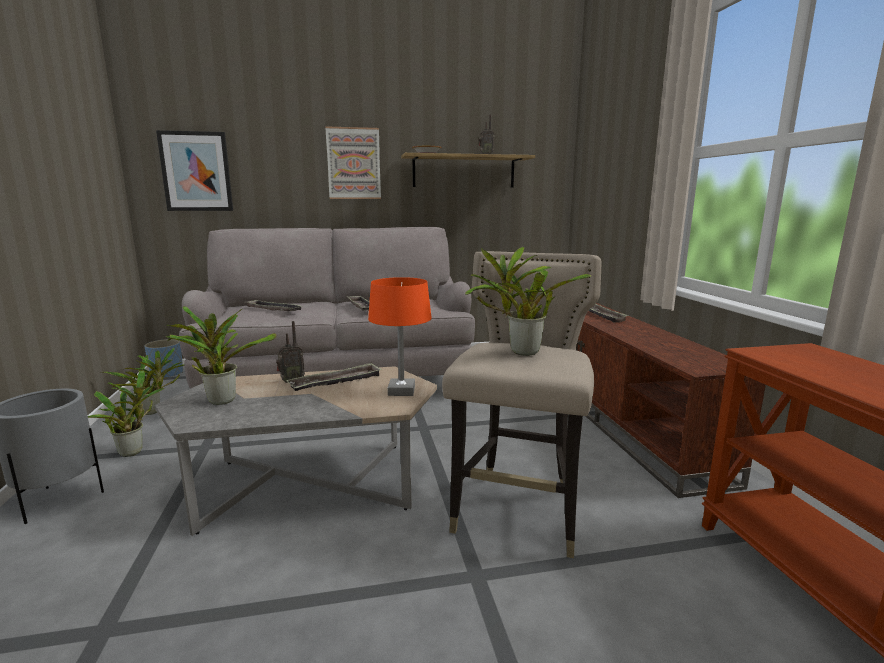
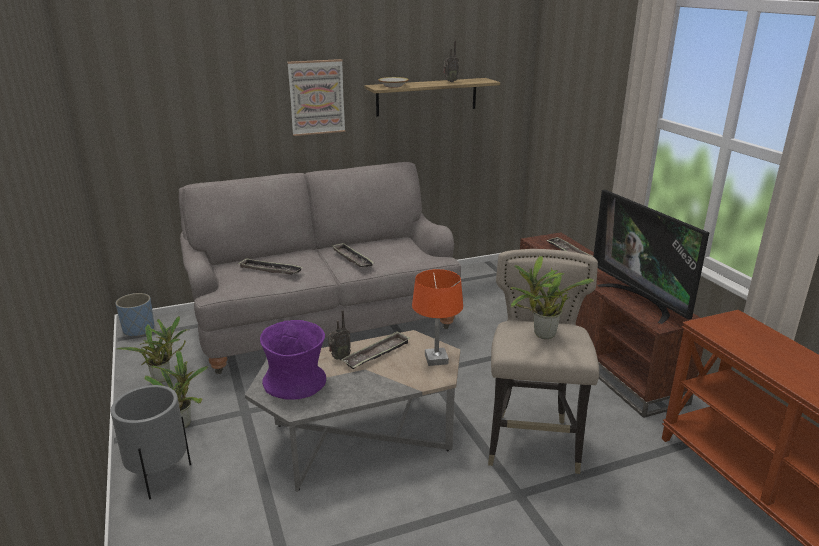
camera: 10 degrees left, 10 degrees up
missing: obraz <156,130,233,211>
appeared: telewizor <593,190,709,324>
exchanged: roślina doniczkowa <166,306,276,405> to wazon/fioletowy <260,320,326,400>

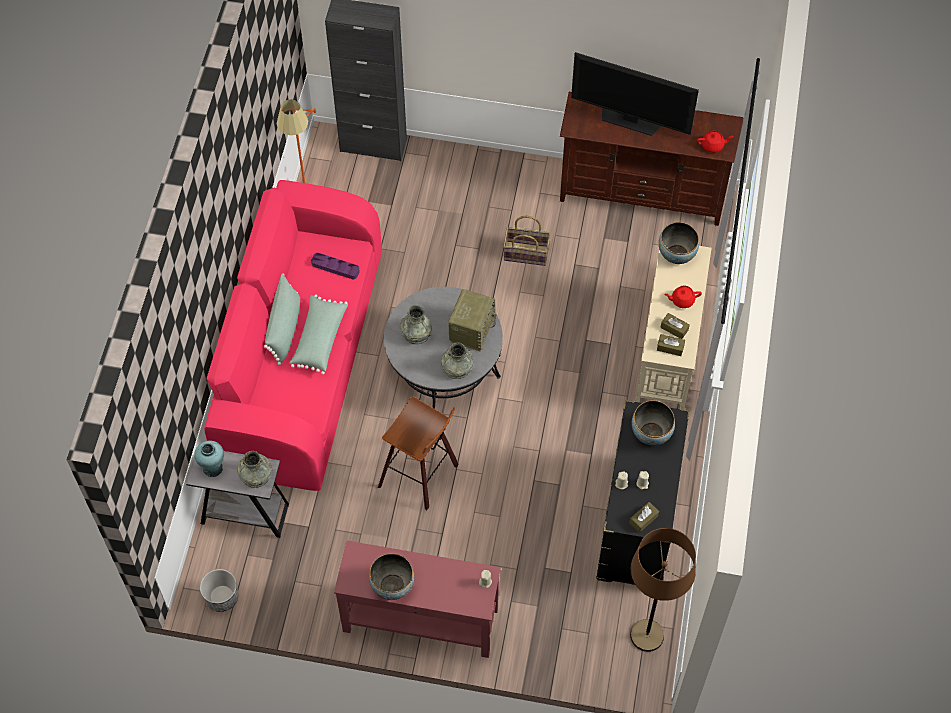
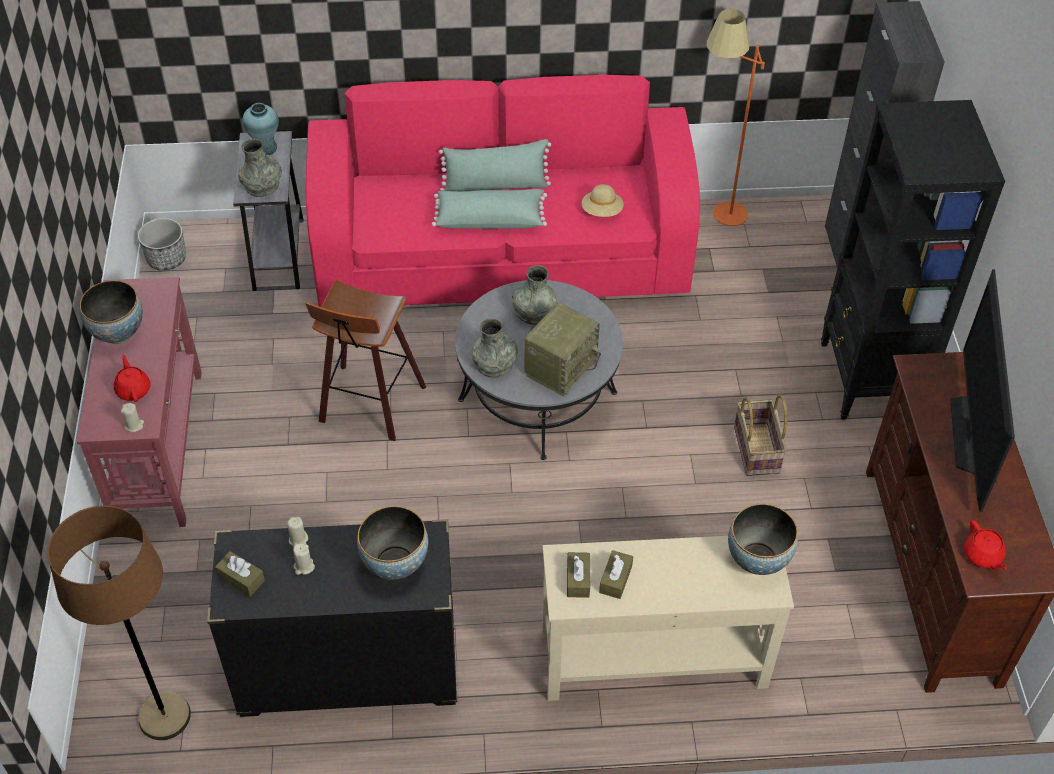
camera: 75 degrees right, 10 degrees down
appeared: regał/czarny <821,100,1005,420>
relocated: imbryk/czerwony <664,286,702,308> to <114,355,150,402>
exchanged: taca/fioletowy <311,253,360,279> to kapelusz/beżowy <582,184,624,217>
spun: radio <448,289,497,351> = <525,303,601,397> 60 degrees counterclockwise

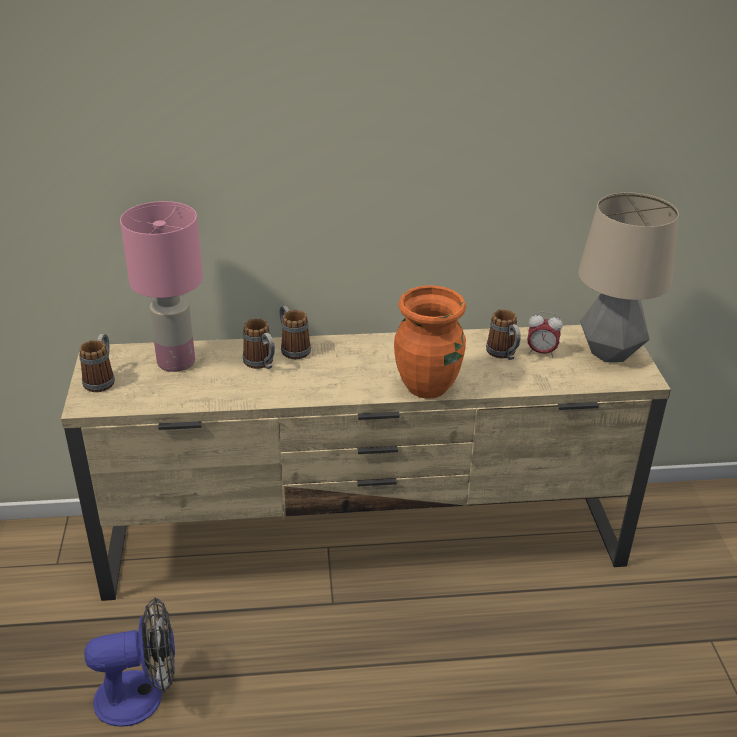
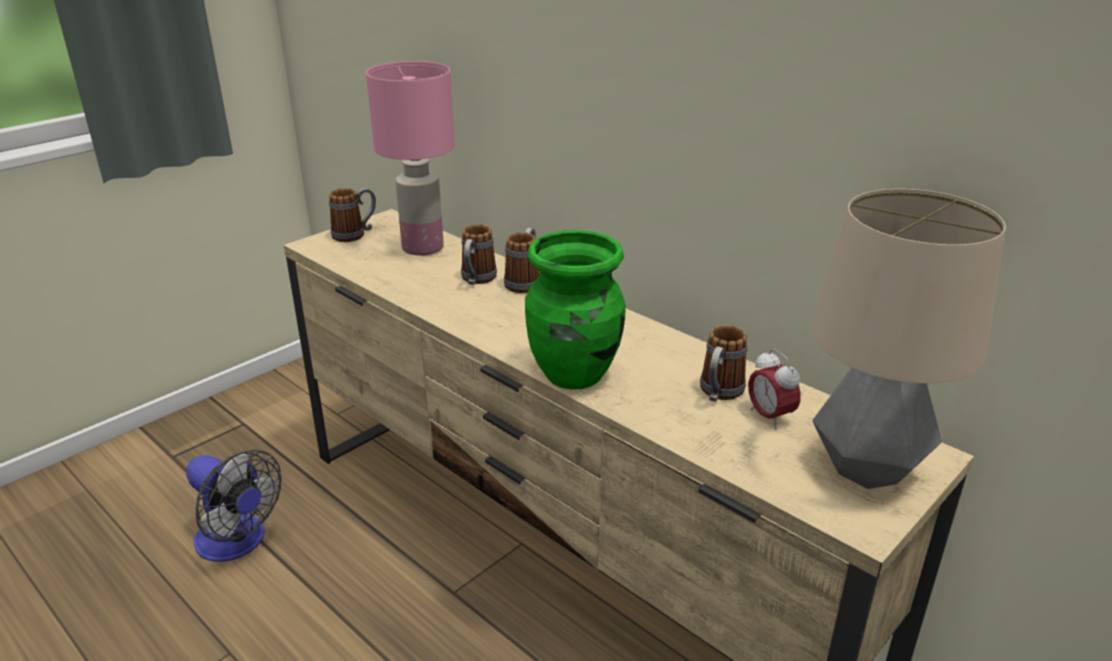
camera: 50 degrees right, 5 degrees down
colour: wazon/pomarańczowy <394,285,466,399> to wazon/zielony <525,230,626,390>

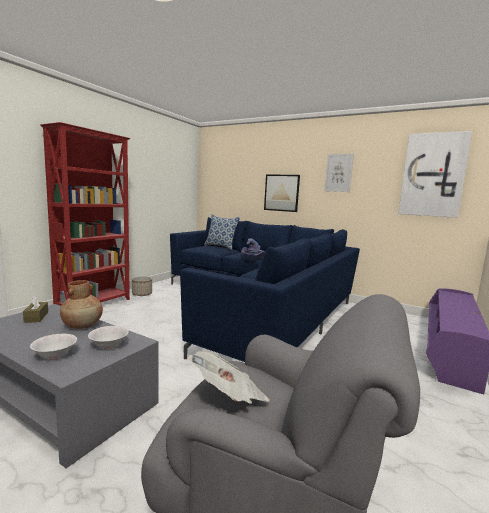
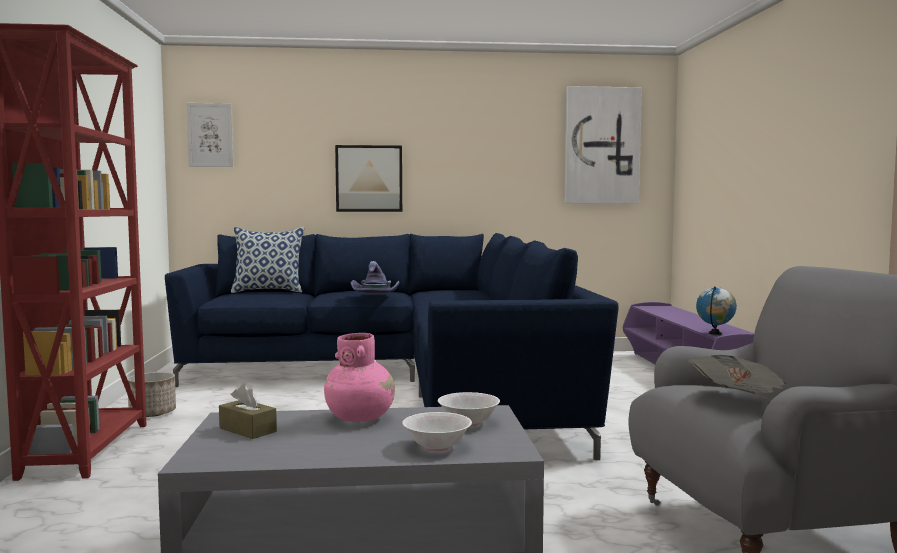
camera: 35 degrees left, 5 degrees down
appeared: globus <696,286,737,335>
relocated: obraz <324,154,354,192> to <186,103,234,167>
colour: wazon/brązowy <60,280,103,329> to wazon/różowy <324,333,395,422>

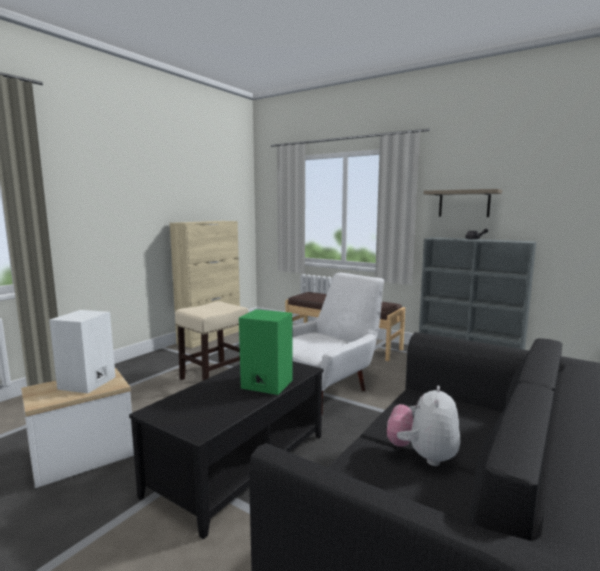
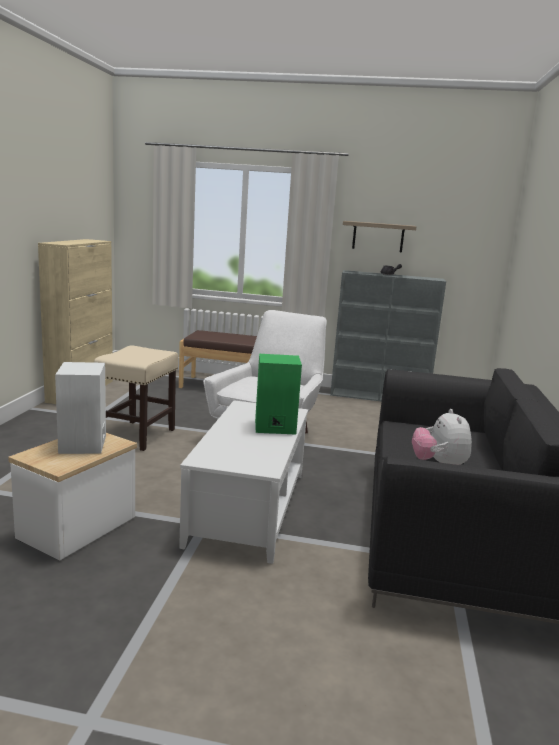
camera: 25 degrees left, 5 degrees up
colour: ława/czarny <129,361,324,539> to ława/biały <179,400,308,564>

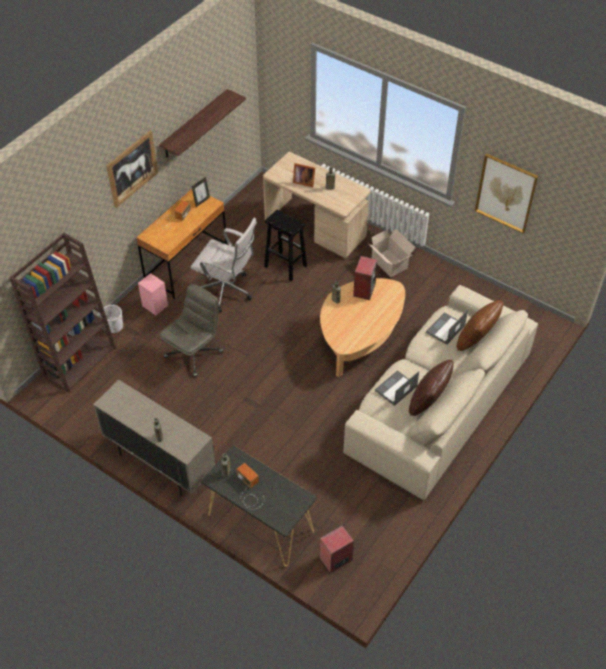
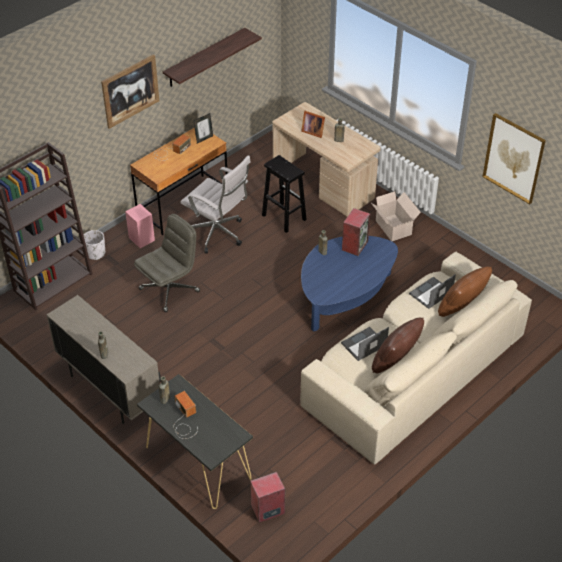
camera: 10 degrees right, 5 degrees down
colour: ława/beżowy <320,278,405,377> to ława/niebieski <301,236,398,332>

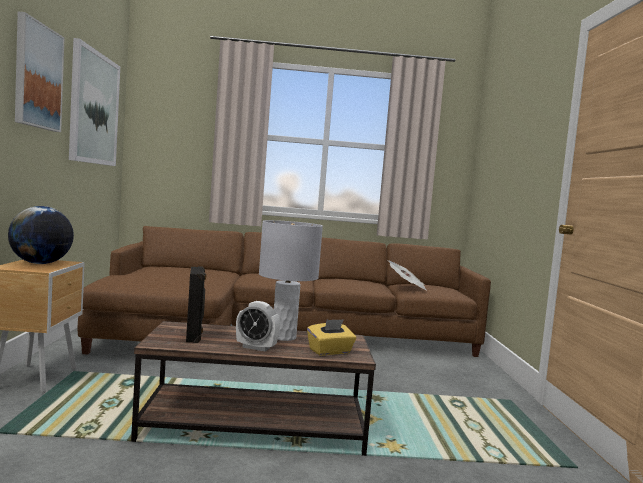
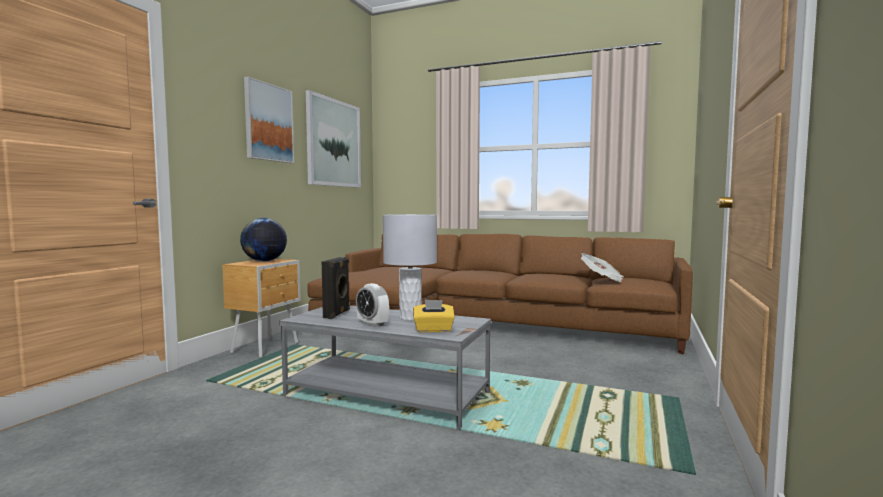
camera: 25 degrees right, 0 degrees up
colour: ława/brązowy <131,321,376,456> to ława/szary <279,306,491,430>

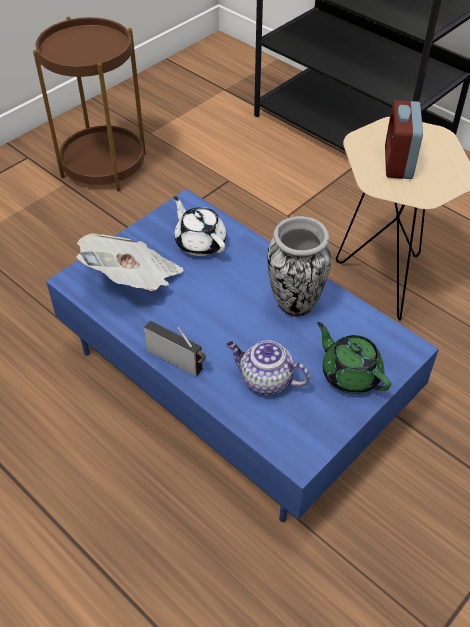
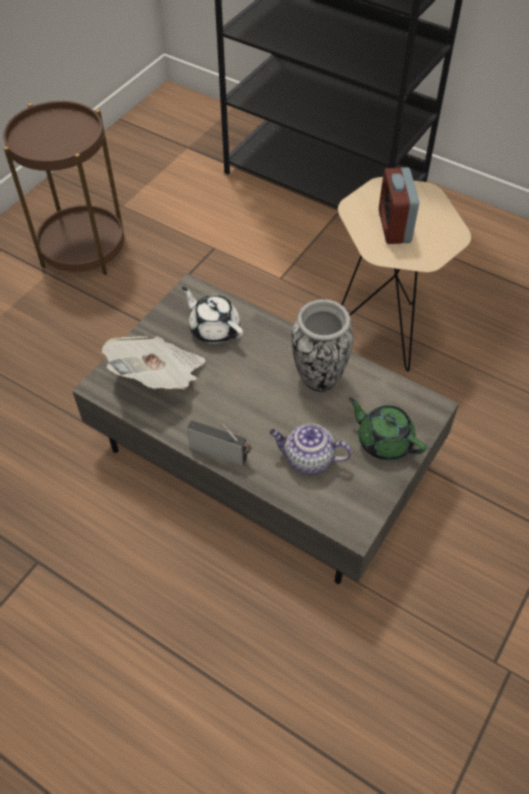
camera: 10 degrees left, 5 degrees up
colour: ława/niebieski <46,189,439,522> to ława/szary <72,273,459,584>

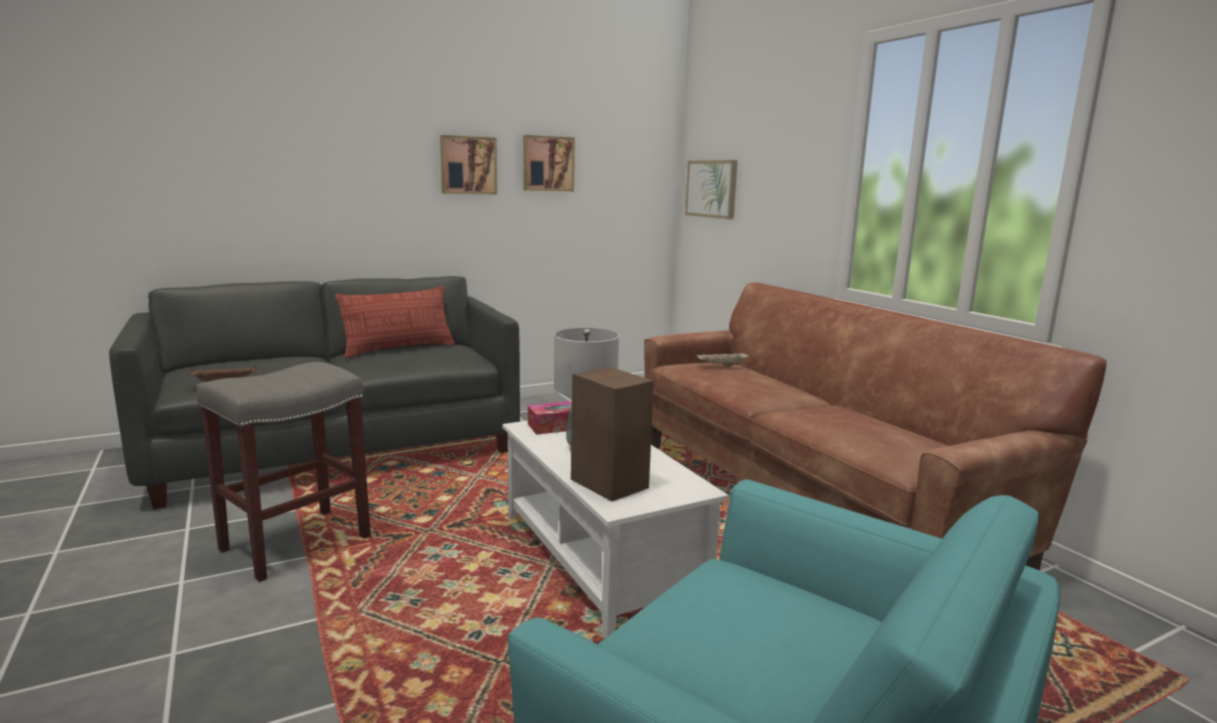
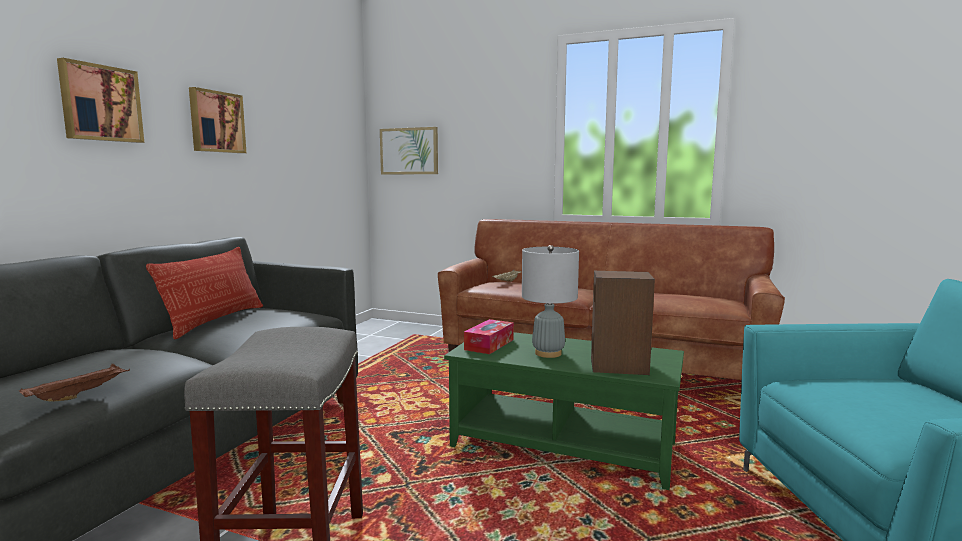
camera: 40 degrees left, 5 degrees down
relocated: obraz <523,135,575,191> to <57,58,144,143>
colour: ława/biały <503,421,728,638> to ława/zielony <444,332,684,490>

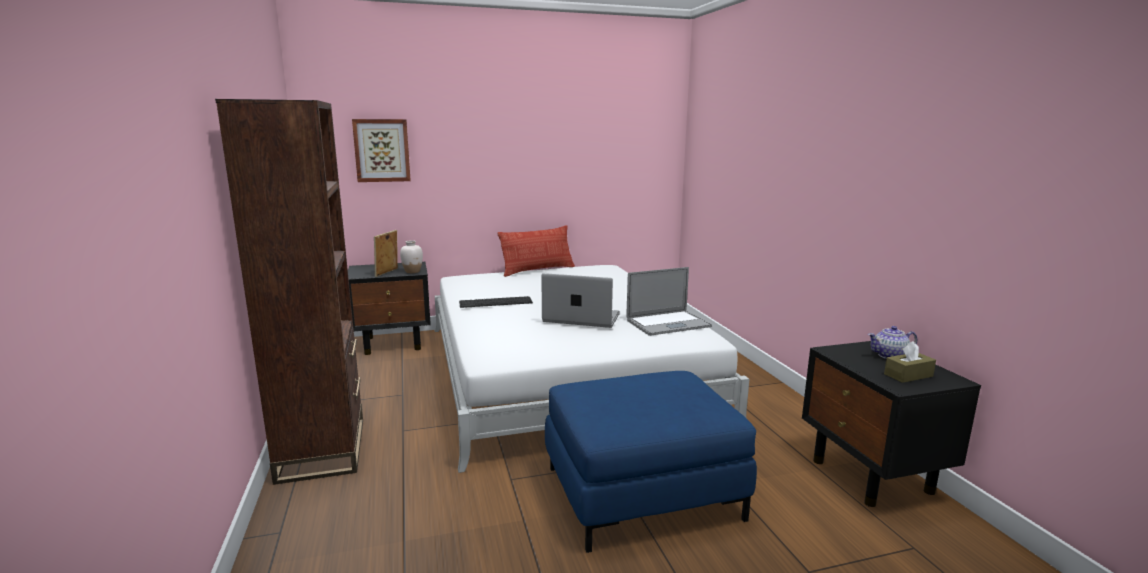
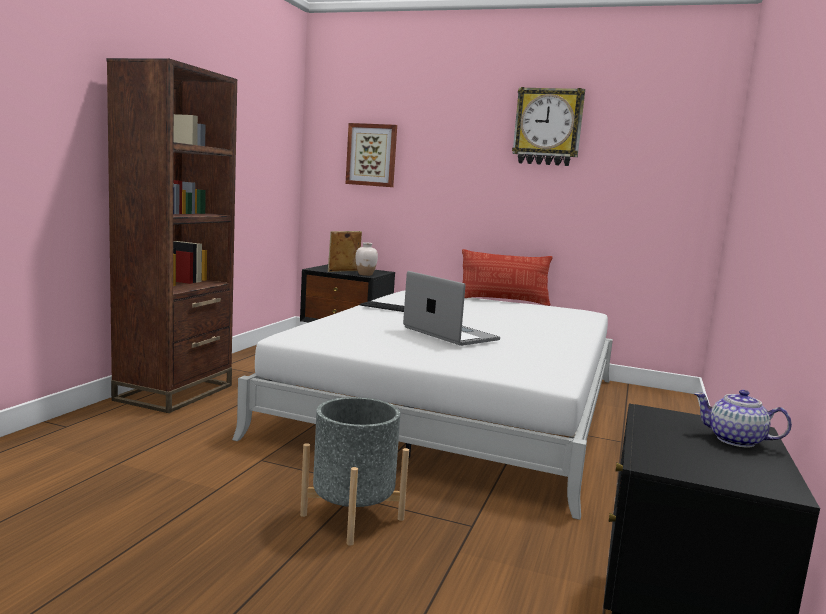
camera: 35 degrees right, 5 degrees down
missing: laptop <626,267,712,336>; pudełko chusteczek/brązowy <884,341,936,383>
appeared: zegar ścienny <512,87,585,166>
exchanged: pufa/niebieski <545,371,757,553> to donica/szary <300,397,409,546>

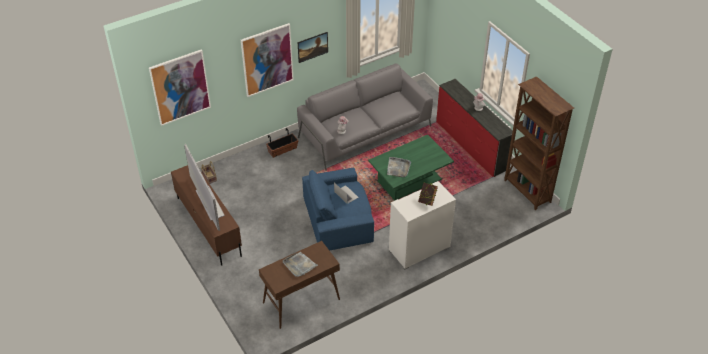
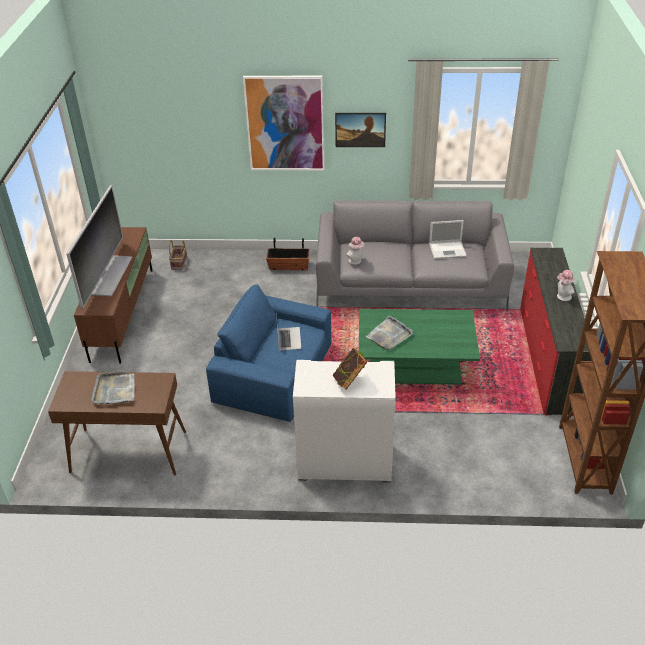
camera: 35 degrees right, 5 degrees down
missing: obraz <149,49,211,126>
appeared: laptop <429,220,467,259>

